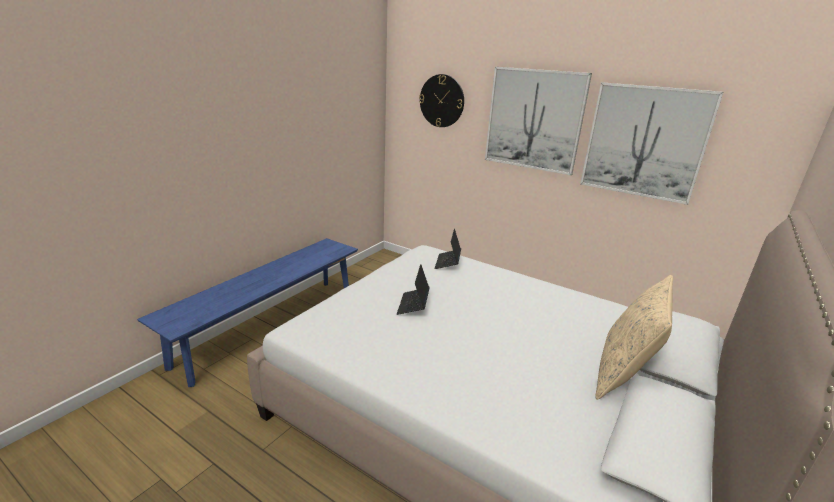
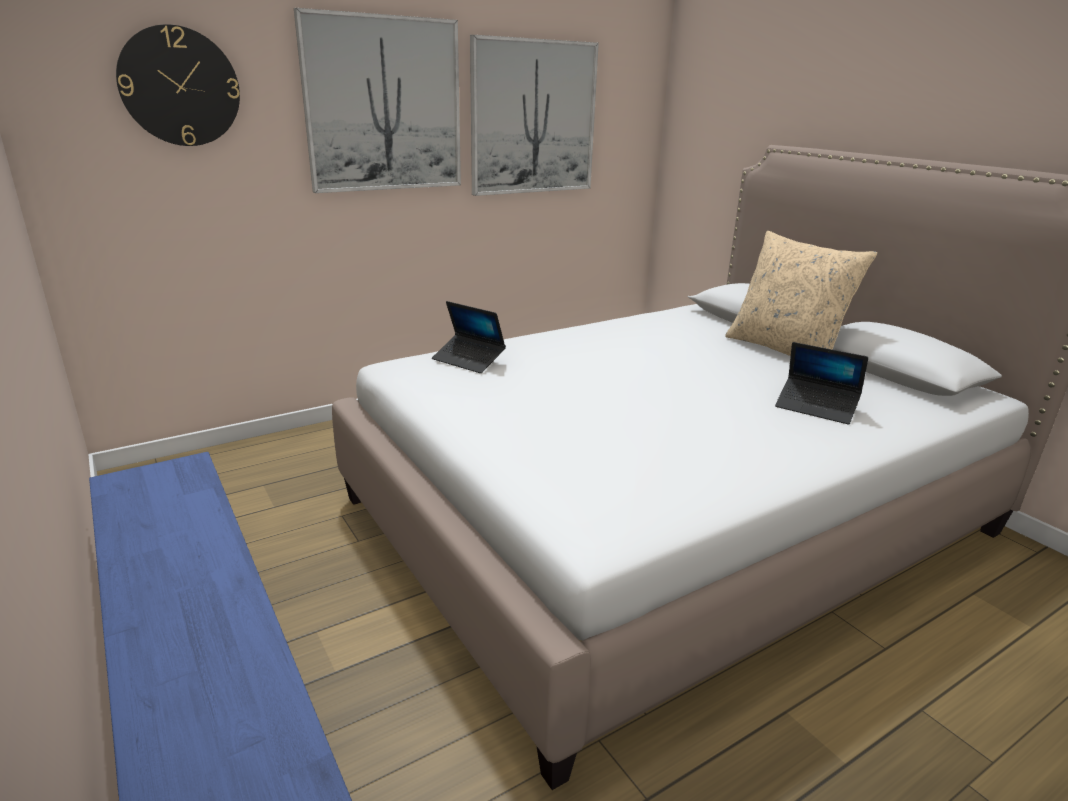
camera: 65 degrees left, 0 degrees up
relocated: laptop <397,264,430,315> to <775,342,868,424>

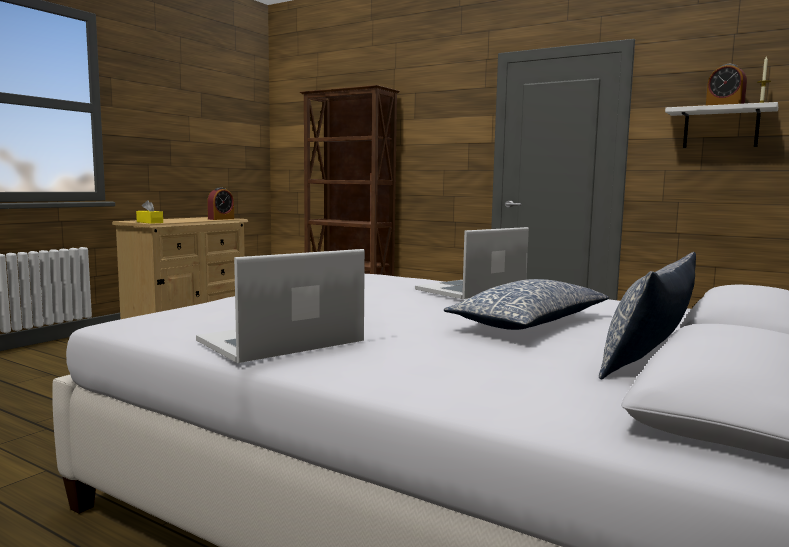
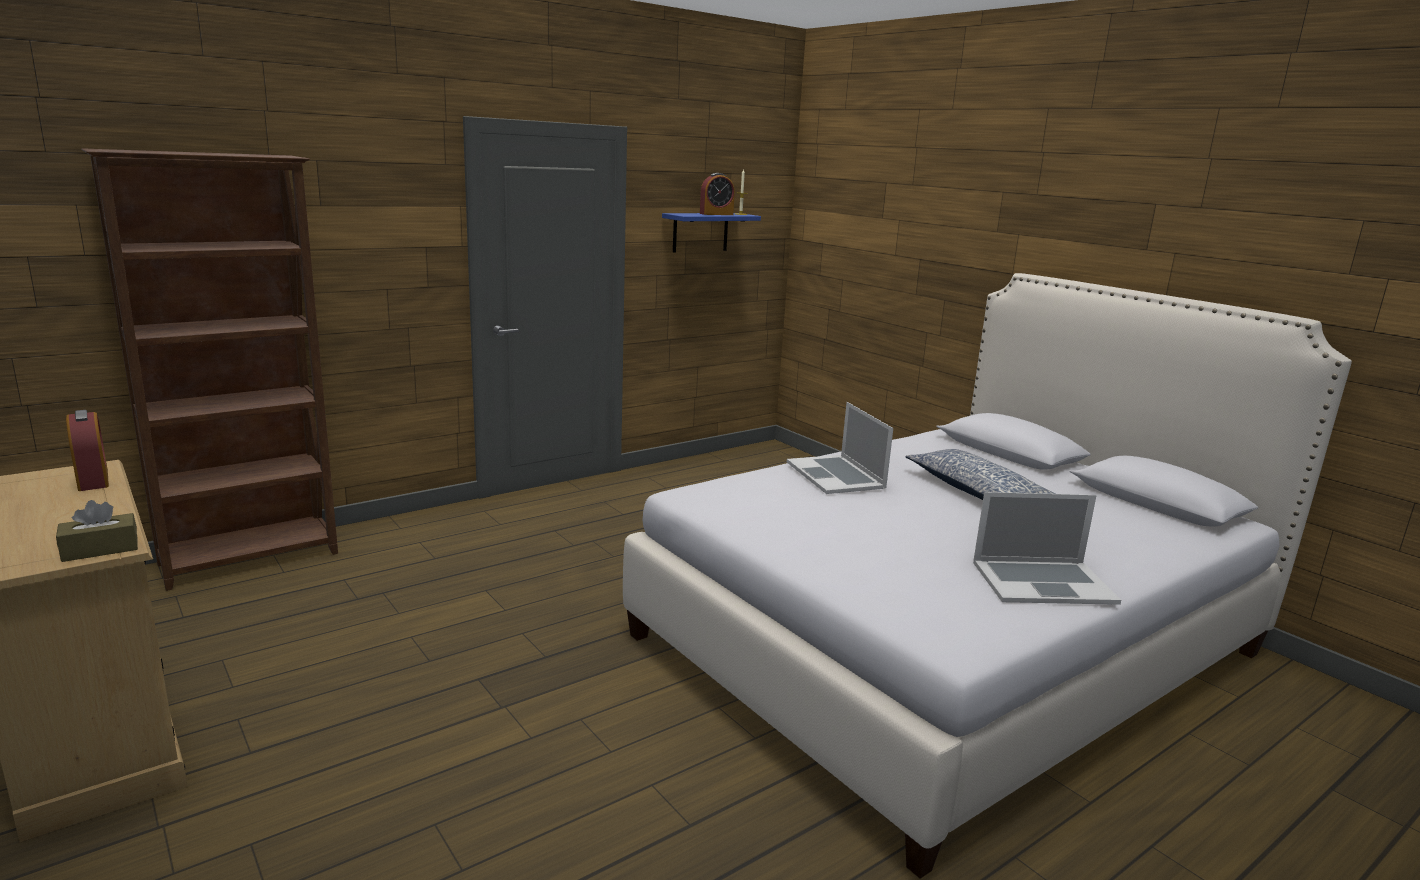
camera: 70 degrees left, 10 degrees up
missing: poduszka <599,252,696,379>
colour: pudełko chusteczek/żółty <136,200,163,224> to pudełko chusteczek/brązowy <56,500,138,562>; półka/biały <665,102,778,148> to półka/niebieski <662,213,761,252>
spun: laptop <196,249,365,363> = <973,492,1121,605> 75 degrees counterclockwise

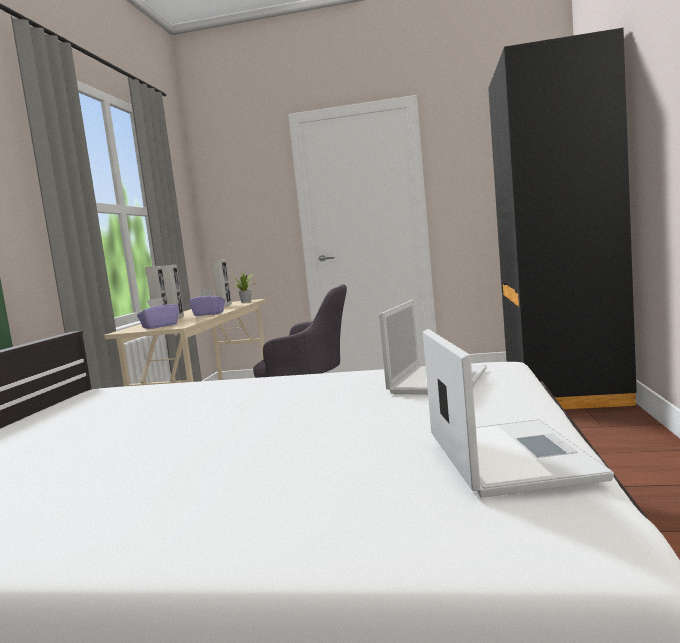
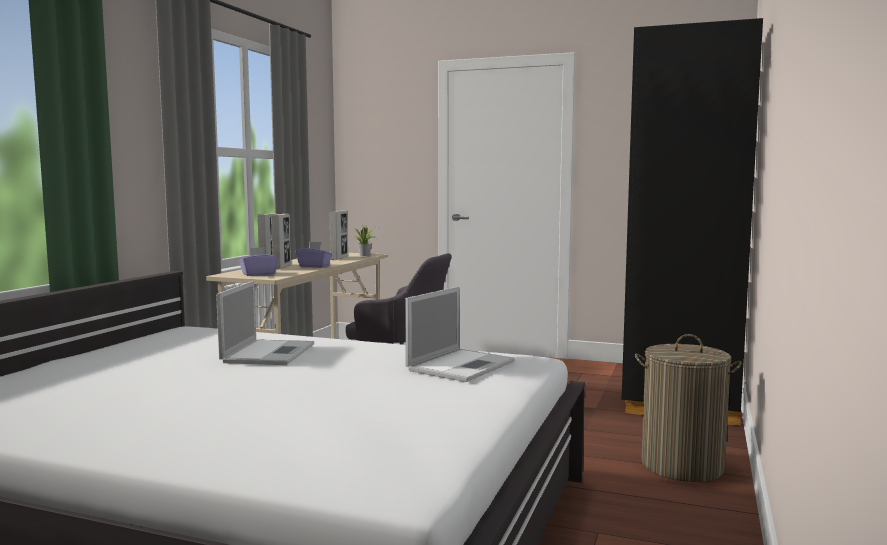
camera: 10 degrees right, 0 degrees up
appeared: kosz na pranie <635,334,742,482>
relocated: laptop <423,329,614,498> to <216,281,314,365>

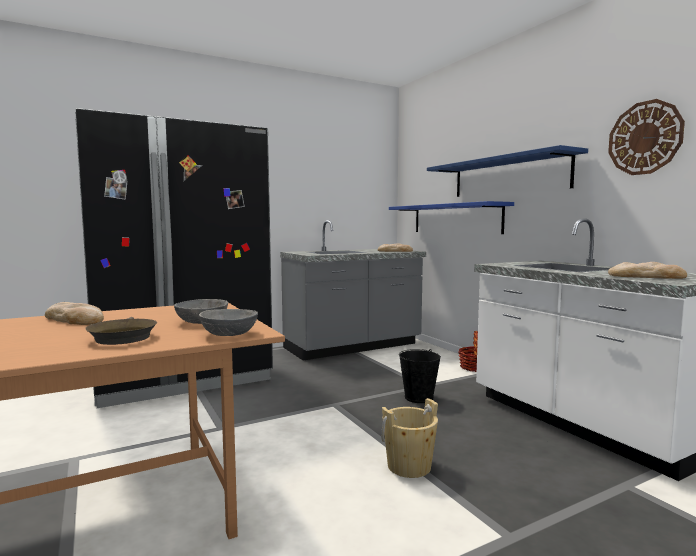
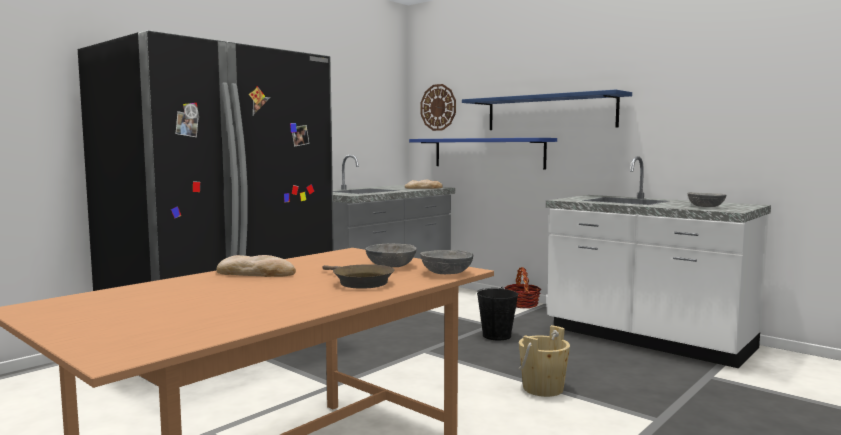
camera: 20 degrees left, 0 degrees up
relocated: zegar ścienny <608,99,685,175> to <421,84,456,131>
exchanged: chleb <608,262,687,279> to miska/szary <687,192,726,207>

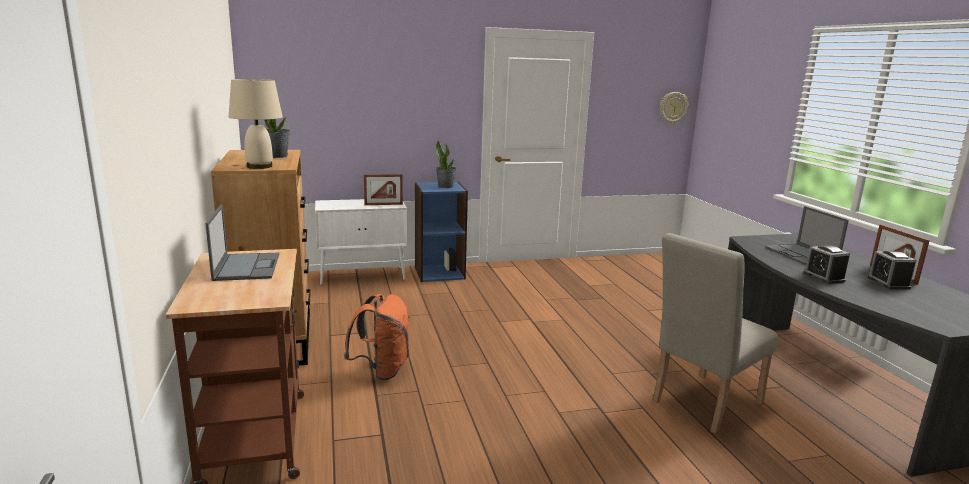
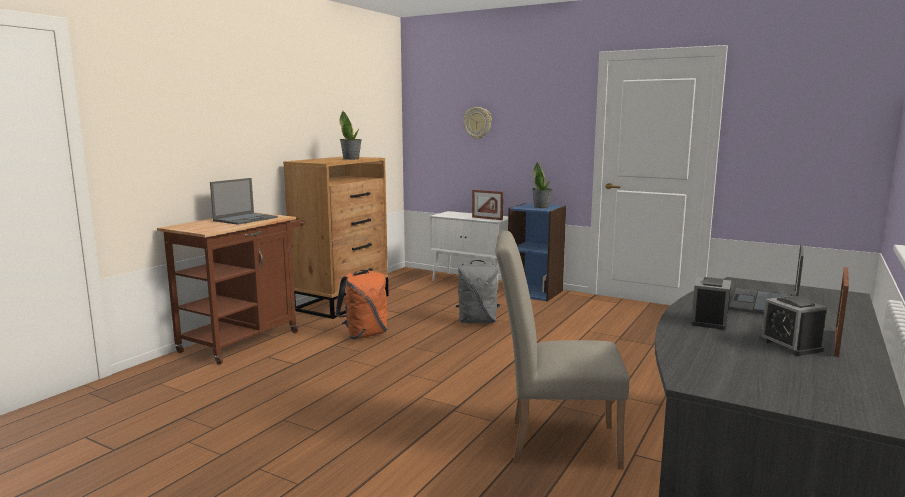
camera: 45 degrees right, 5 degrees down
missing: lampa stołowa/beżowy <229,79,283,169>
appeared: plecak/szary <456,260,500,323>
relocated: zegar ścienny <660,92,688,124> to <464,107,492,139>
spun: budzik <868,251,917,290> = <759,296,827,356> 60 degrees counterclockwise

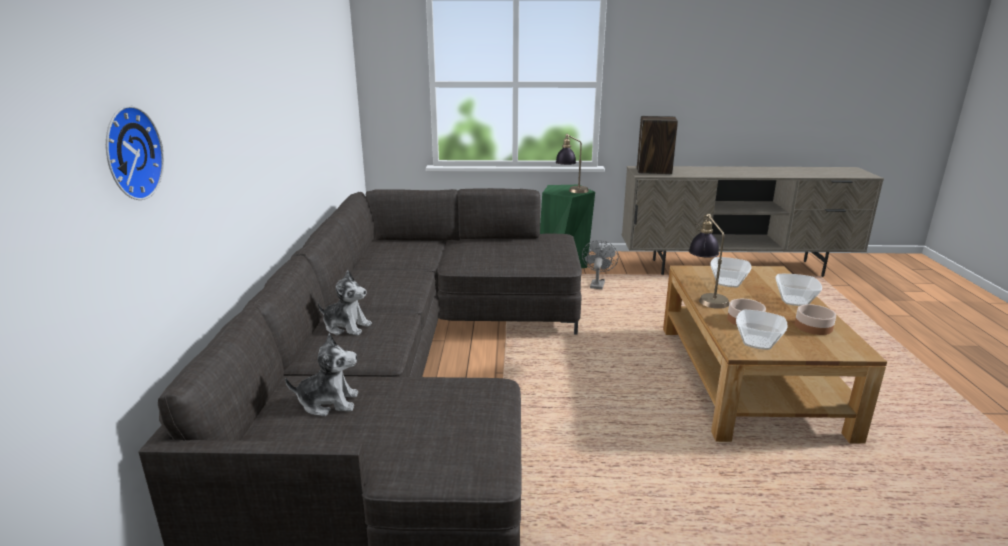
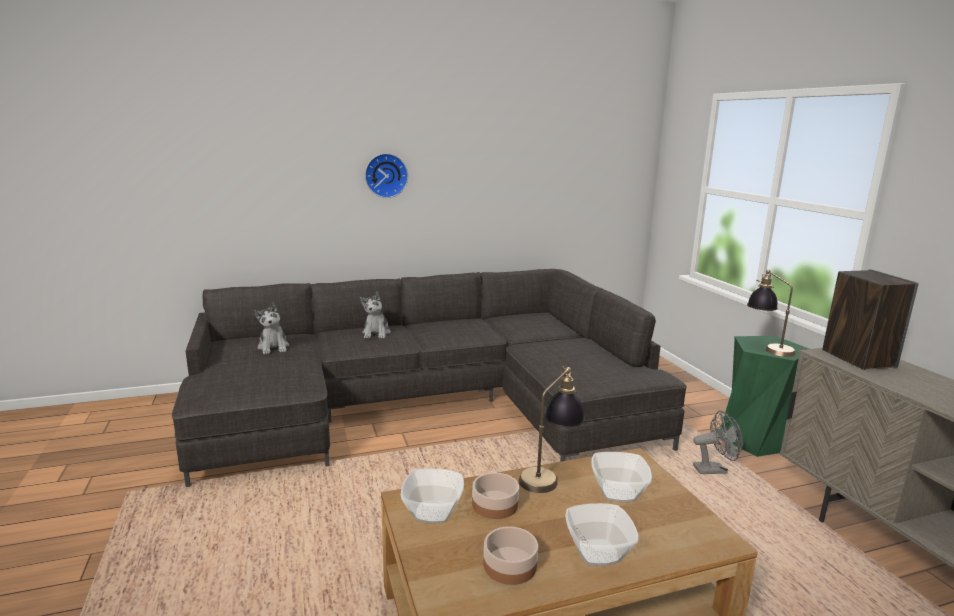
camera: 70 degrees right, 5 degrees down
relocated: zegar ścienny <106,105,164,200> to <365,153,408,198>

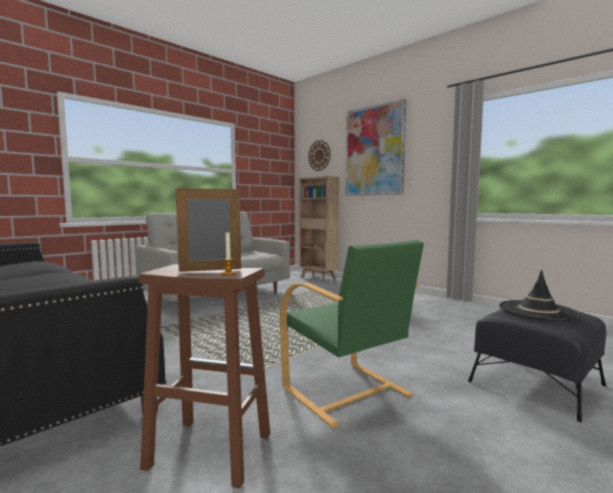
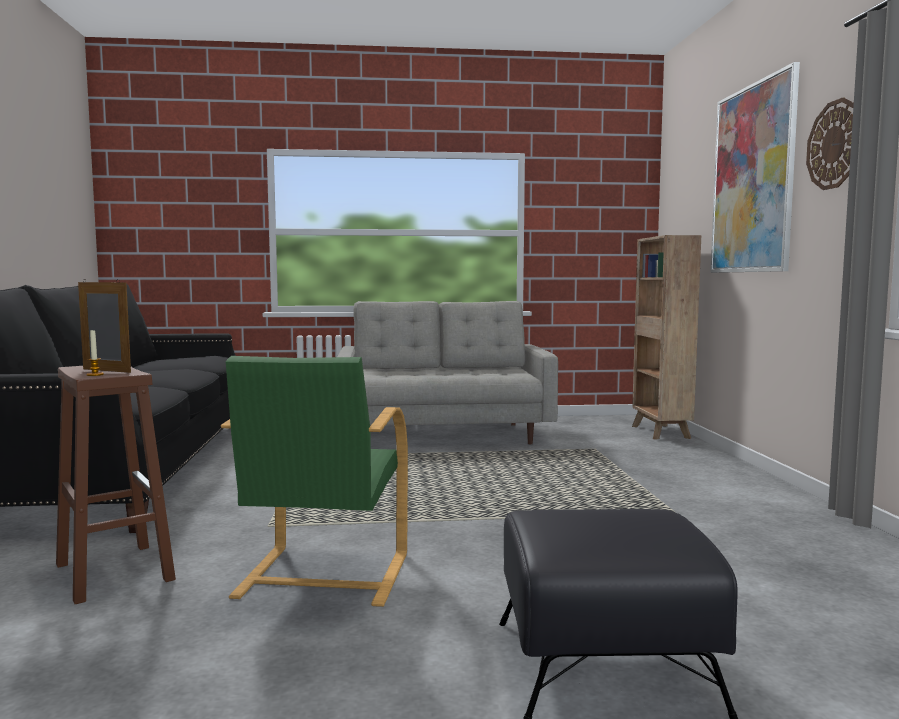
camera: 40 degrees right, 0 degrees up
missing: kapelusz/czarny <499,270,581,321>
relocated: zegar ścienny <308,140,330,171> to <806,97,854,190>

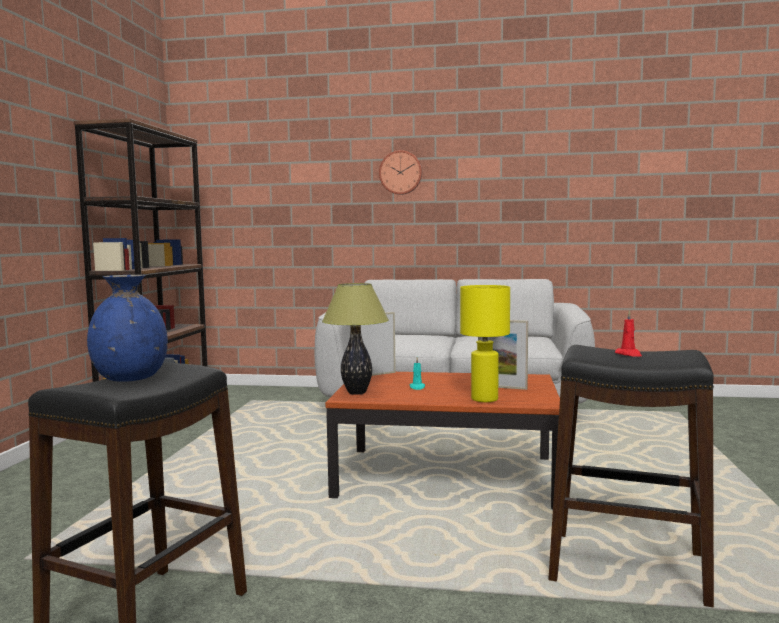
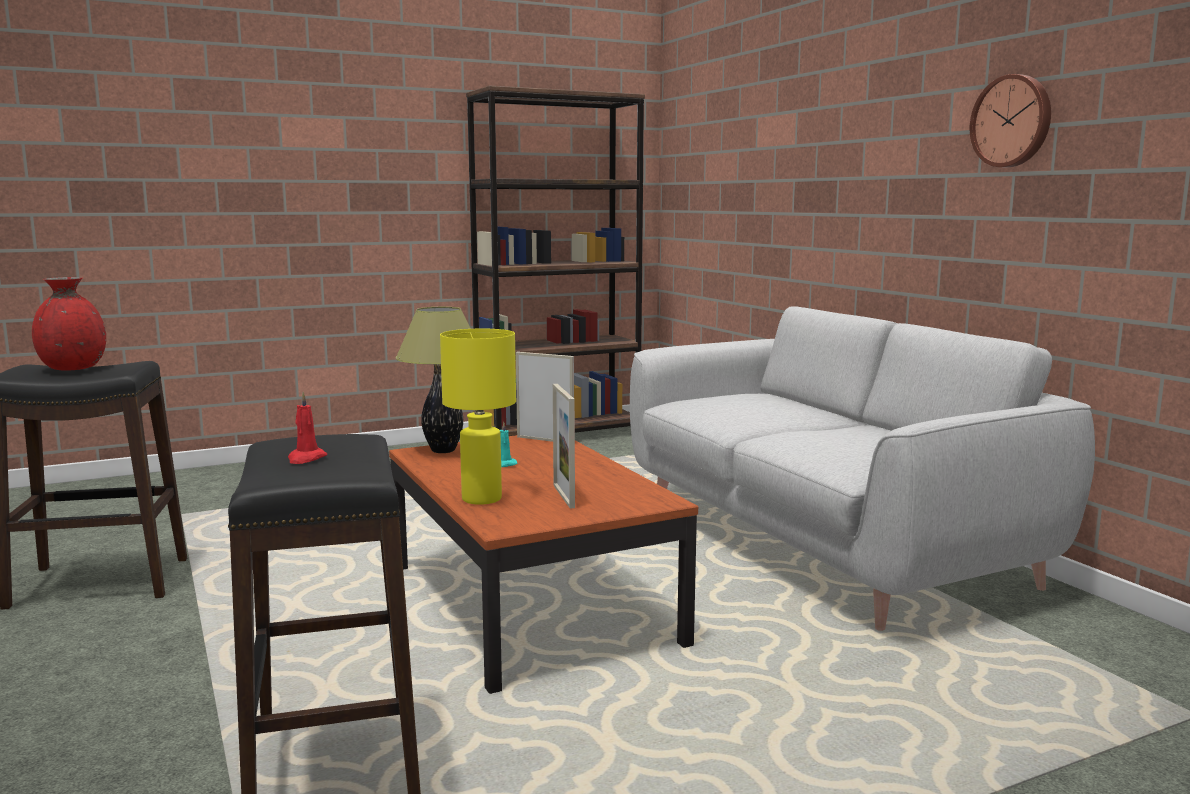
camera: 55 degrees right, 5 degrees up
relocated: zegar ścienny <379,150,422,195> to <970,74,1051,167>
colour: wazon/niebieski <87,275,168,382> to wazon/czerwony <32,277,106,370>

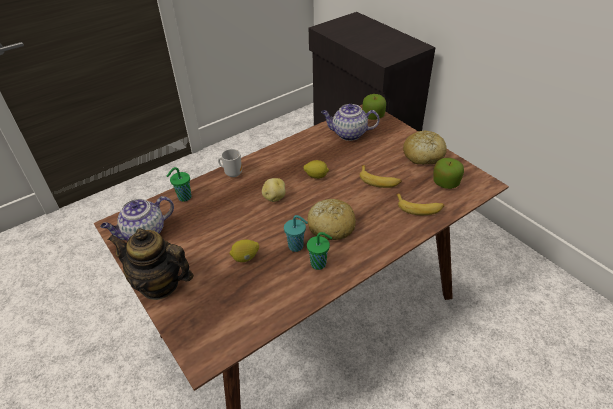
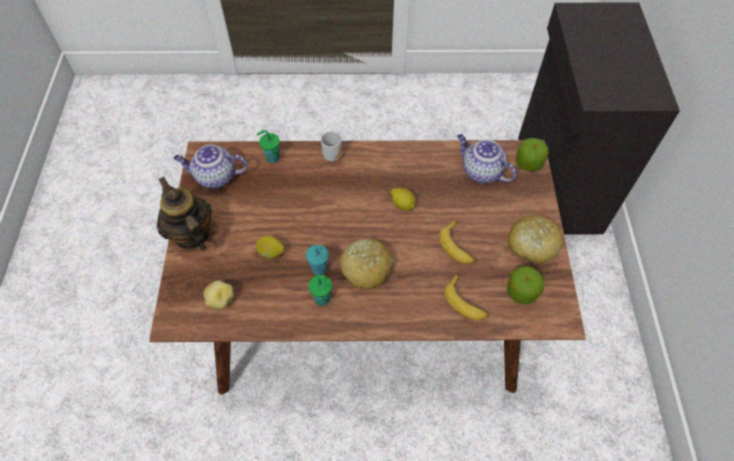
camera: 35 degrees right, 15 degrees up
relocated: ziemniak <262,178,286,202> to <203,280,234,309>

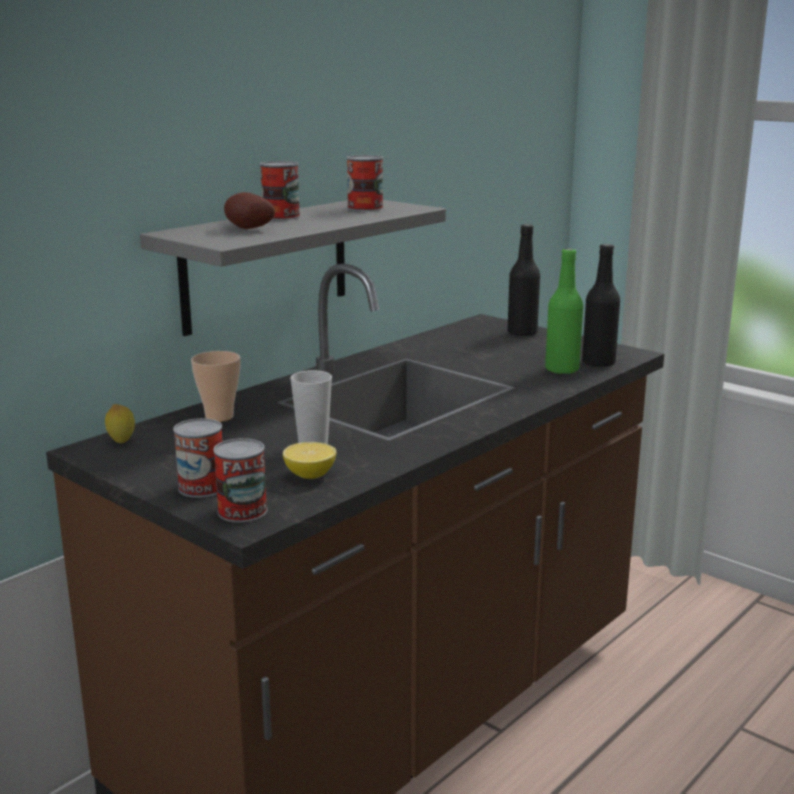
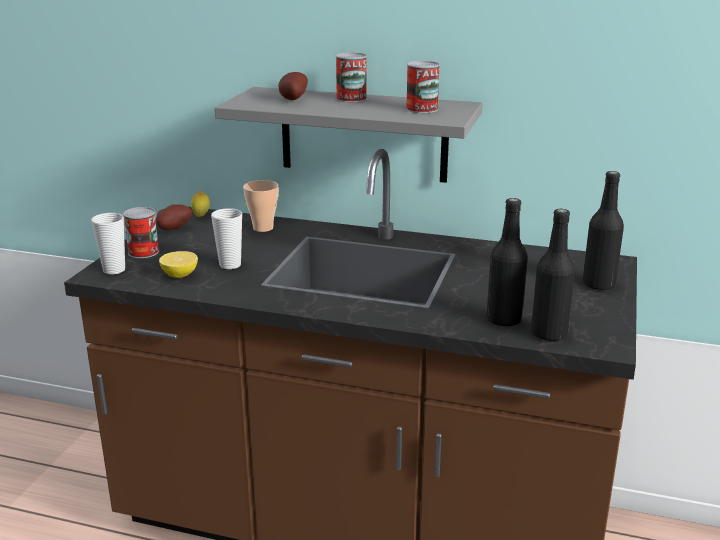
camera: 65 degrees right, 5 degrees up
appeared: ziemniak <156,204,192,230>
exchanged: puszka <213,438,267,522> to filiżanka <91,213,125,274>
colour: butelka/zielony <545,248,583,374> to butelka/czarny <486,198,528,327>

